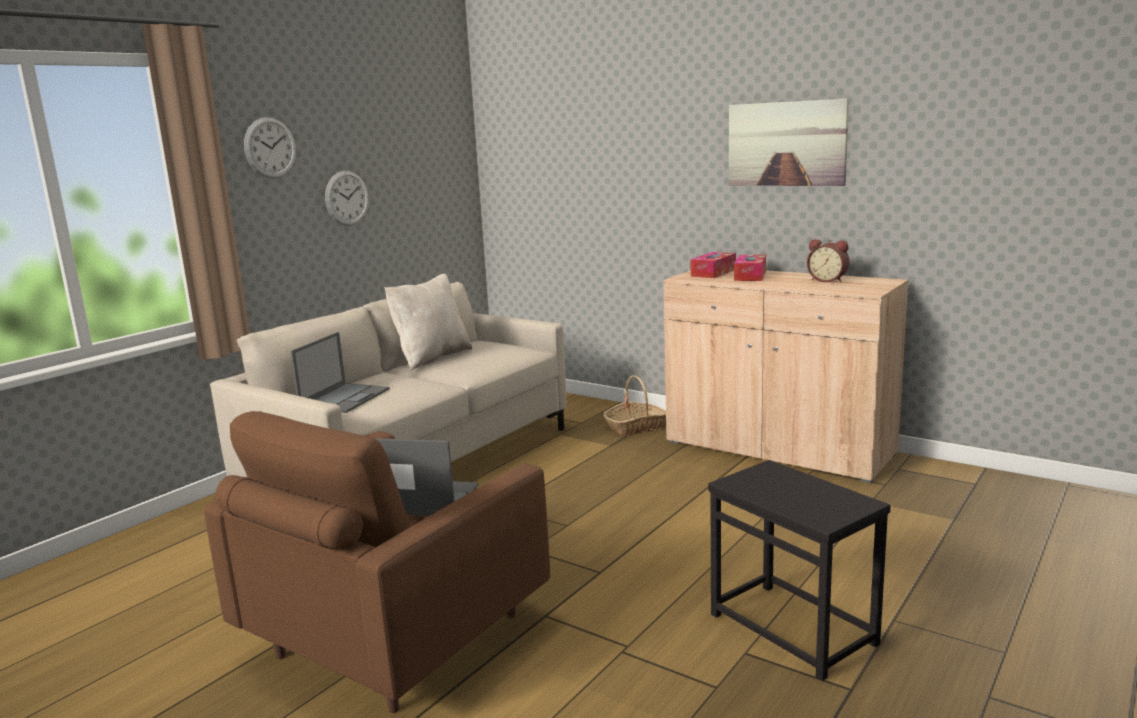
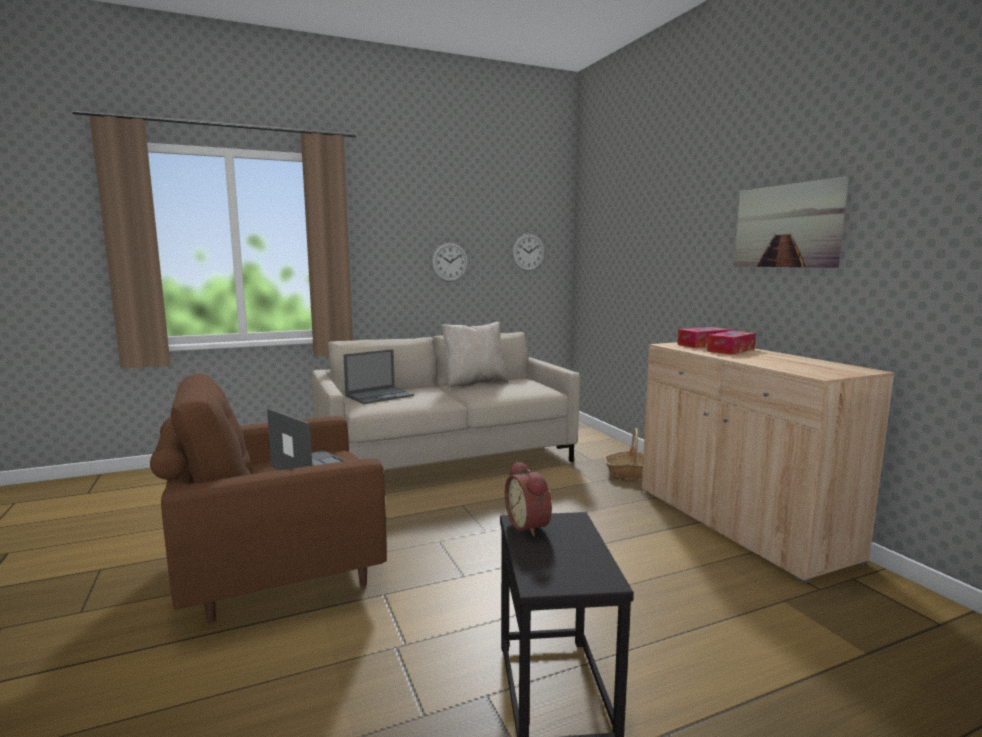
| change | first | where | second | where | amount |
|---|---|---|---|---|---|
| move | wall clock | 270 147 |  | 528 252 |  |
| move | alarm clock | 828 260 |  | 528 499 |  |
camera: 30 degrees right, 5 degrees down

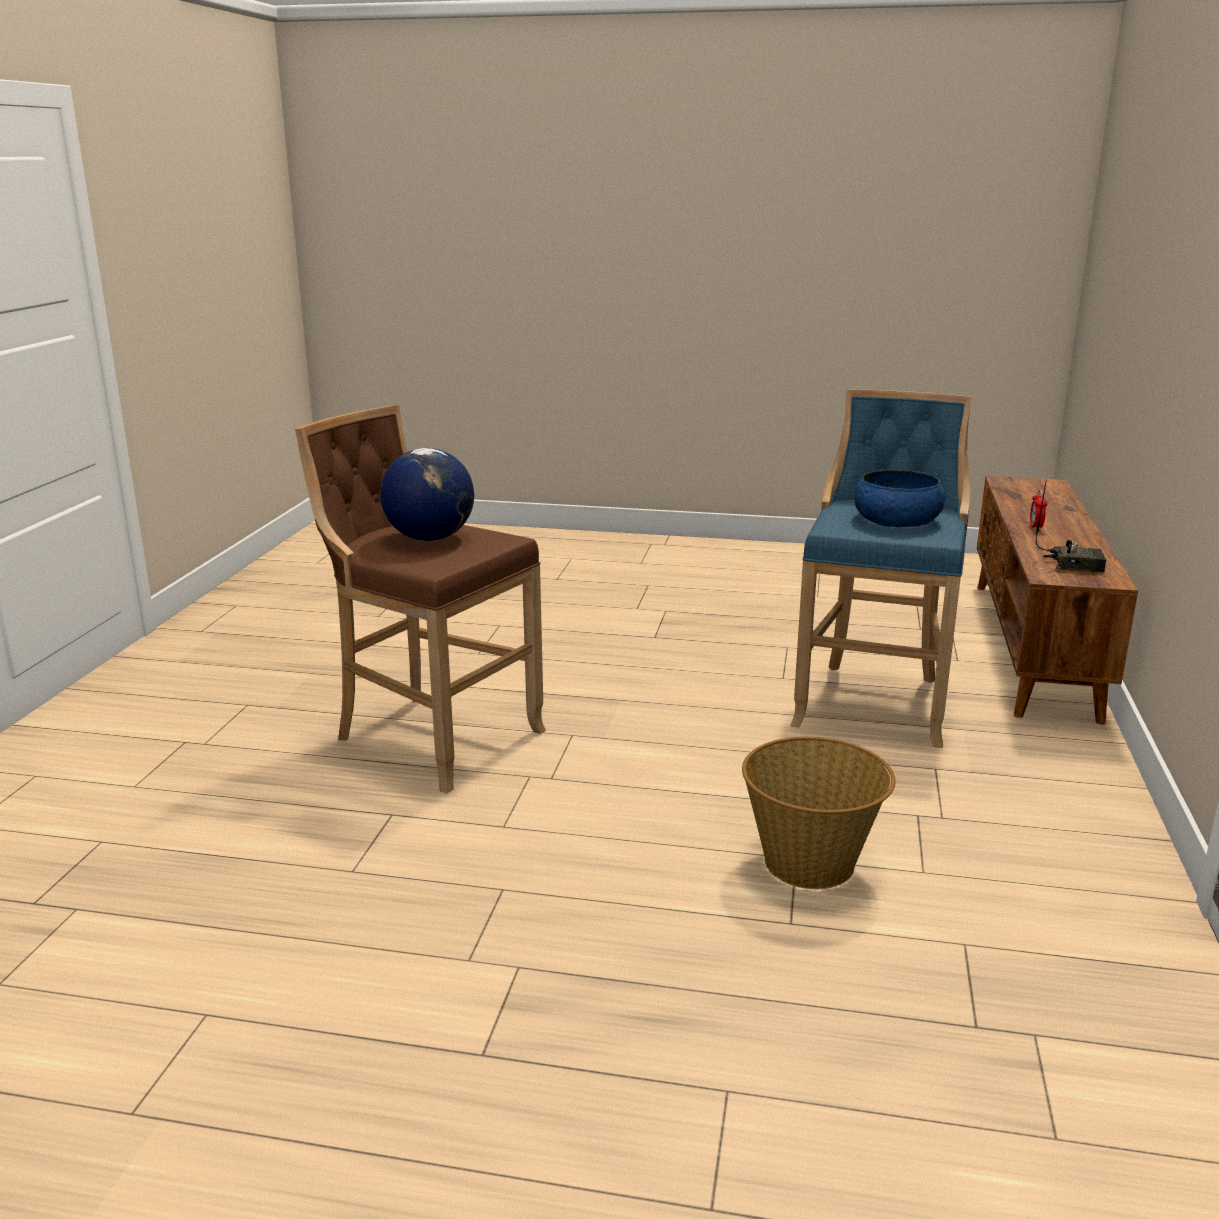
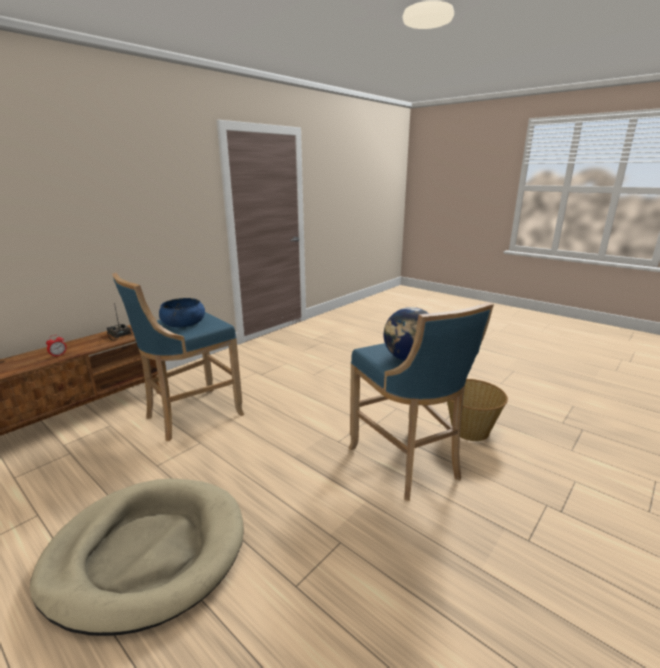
| change | first | where | second | where | amount |
|---|---|---|---|---|---|
| insert |  |  | beige dog bed | 137 557 |  |
| move | basket | 819 813 |  | 477 410 |  |
| recolor | brown stool | 420 599 | blue stool | 421 401 |  |
camera: 150 degrees left, 0 degrees up

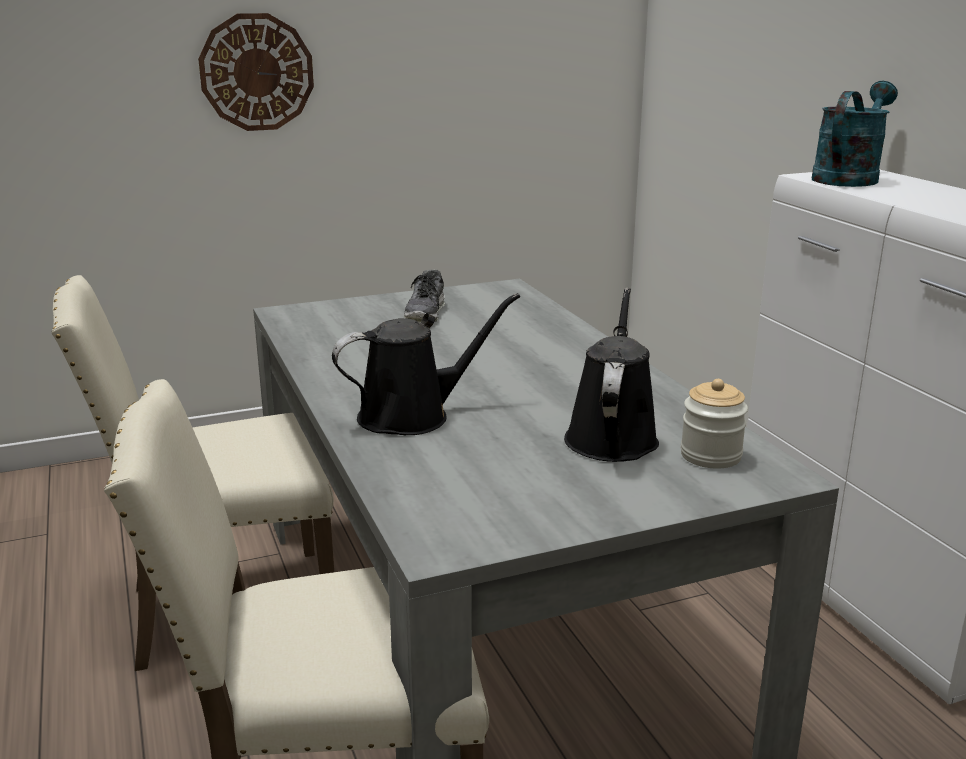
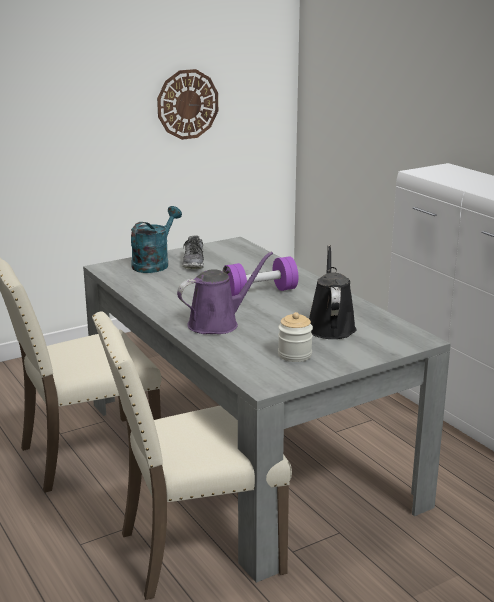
| change | first | where | second | where | amount |
|---|---|---|---|---|---|
| insert |  |  | purple dumbbell | 261 276 |  |
| move | wall clock | 256 72 |  | 187 104 |  |
| move | jar | 714 424 |  | 295 337 |  |
| move | turquoise watering can | 855 134 |  | 156 239 |  |
| recolor | black watering can | 426 364 | purple watering can | 225 293 |  |
camera: 10 degrees left, 0 degrees up

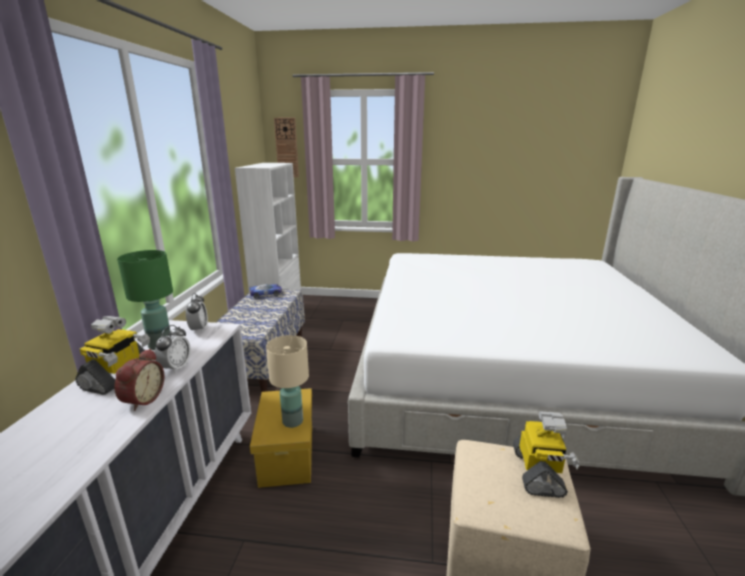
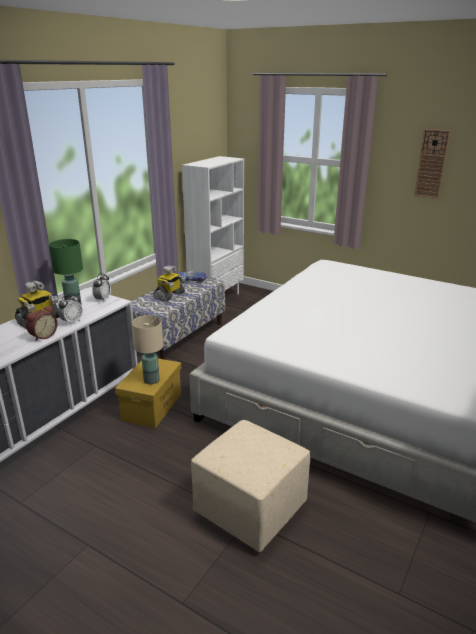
| change | first | where | second | where | amount |
|---|---|---|---|---|---|
| move | wall clock | 286 147 |  | 432 164 |  |
| move | toy robot | 546 454 |  | 169 283 |  |
camera: 25 degrees right, 5 degrees up

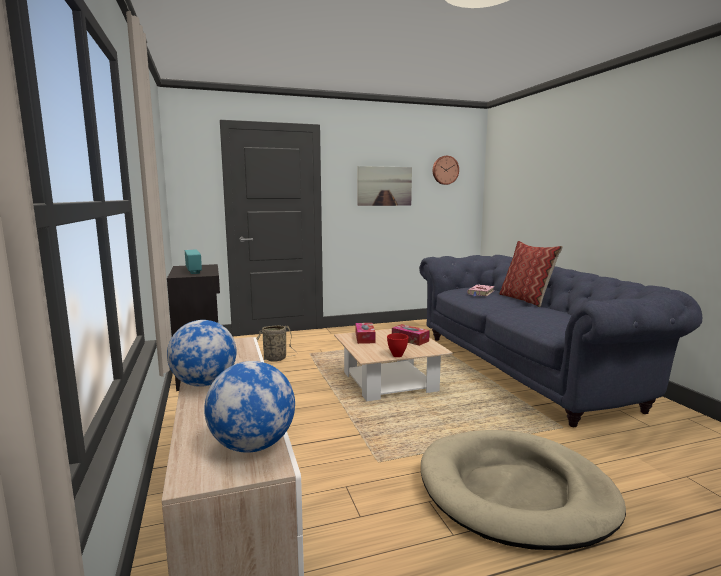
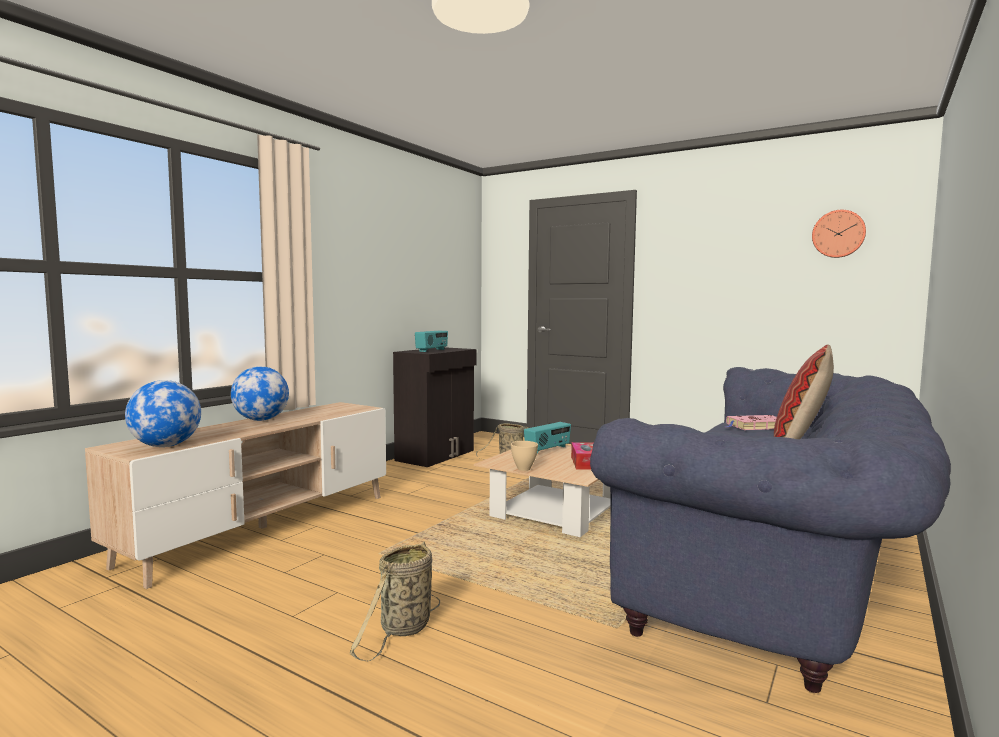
| change | first | where | second | where | amount |
|---|---|---|---|---|---|
| delete | picture | 385 186 |  |  |  |
| replace | tissue box | 366 333 | radio | 547 438 |  |
| replace | beige dog bed | 523 490 | basket | 394 601 |  |
| recolor | red bowl | 398 345 | beige bowl | 524 456 |  |
camera: 50 degrees right, 5 degrees down

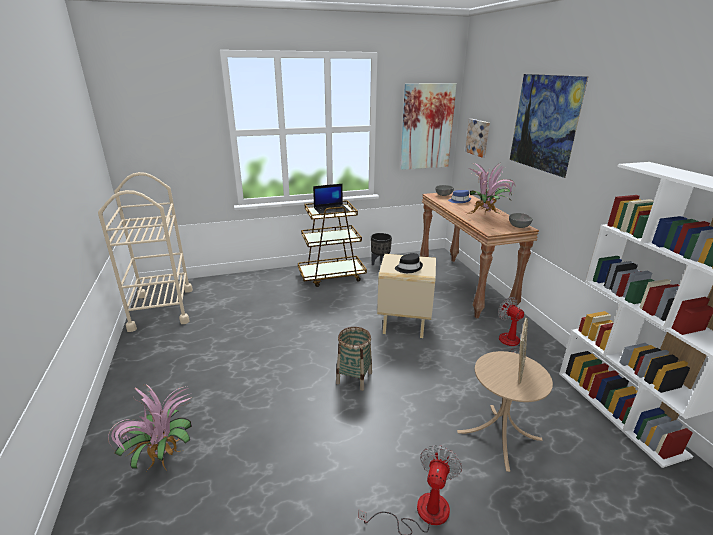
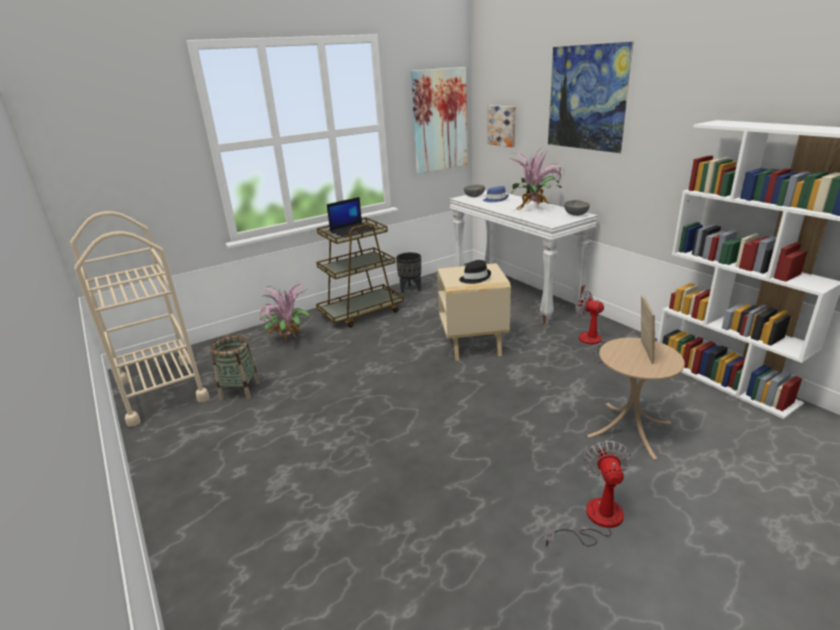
| change | first | where | second | where | amount |
|---|---|---|---|---|---|
| move | potted plant | 150 427 |  | 285 312 |  |
| move | basket | 354 359 |  | 235 367 |  |
| recolor | brown console table | 479 254 | white console table | 523 257 |  |
camera: 15 degrees left, 0 degrees up

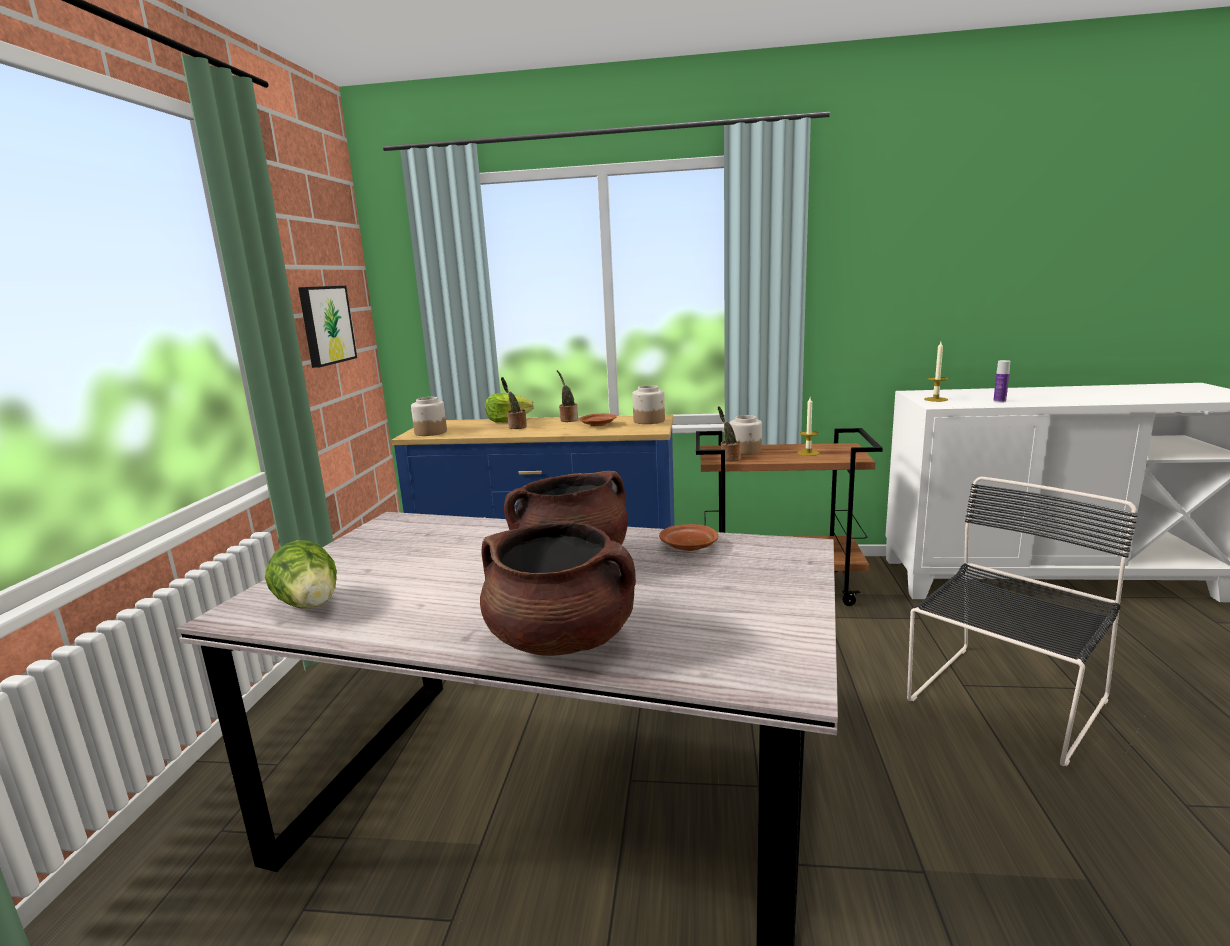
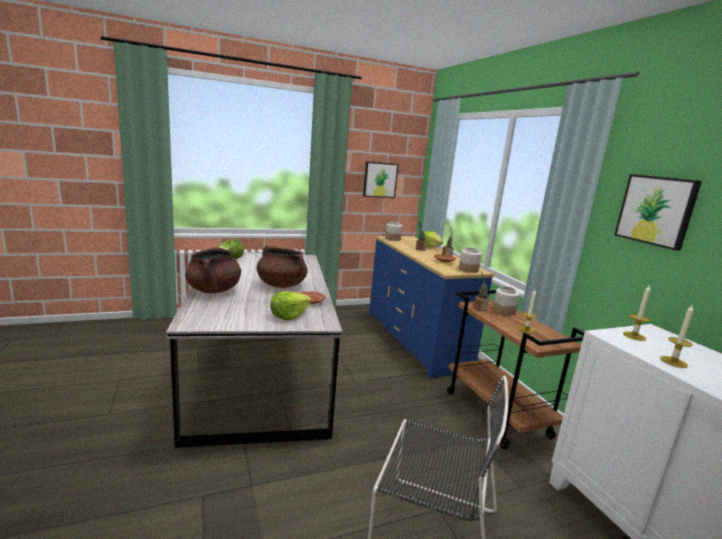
| change | first | where | second | where | amount |
|---|---|---|---|---|---|
| insert |  |  | lettuce | 290 306 |  |
| insert |  |  | picture | 658 212 |  |
| replace | bottle | 1001 381 | candle | 677 336 |  |
camera: 60 degrees right, 0 degrees up

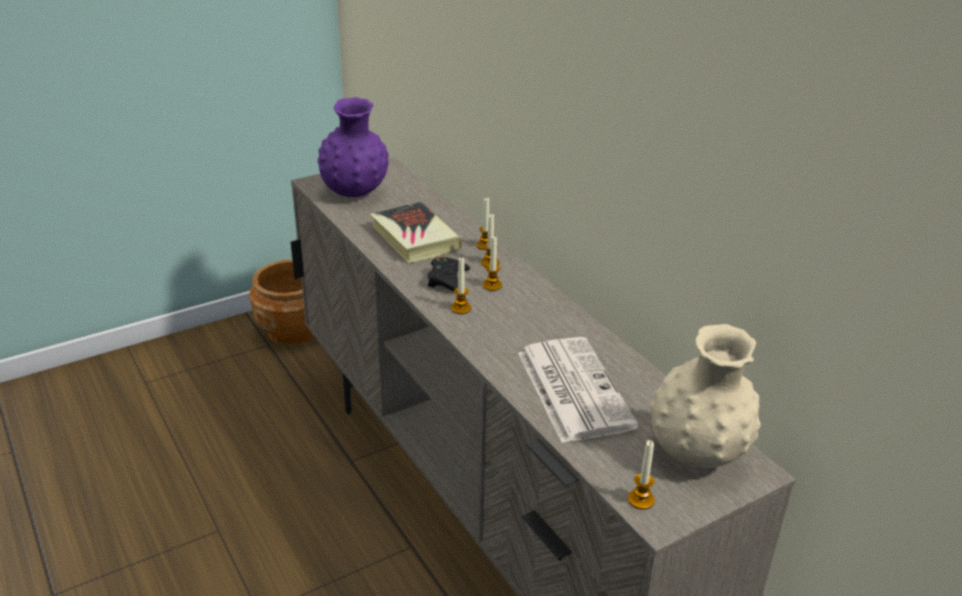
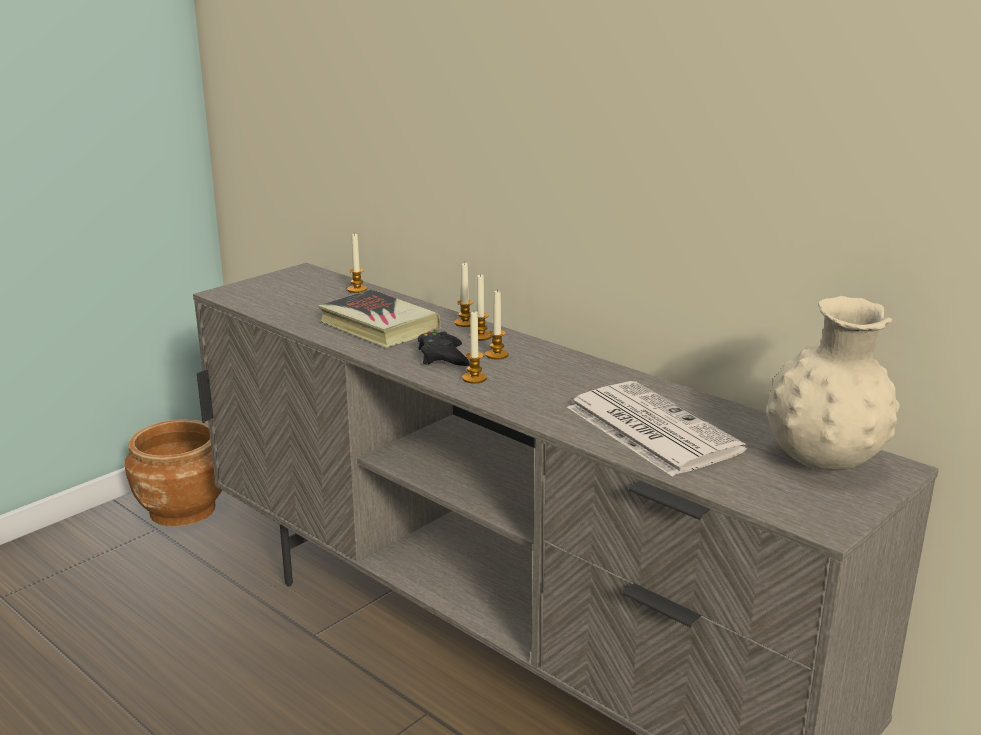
| change | first | where | second | where | amount |
|---|---|---|---|---|---|
| delete | purple vase | 353 147 |  |  |  |
| move | candle | 641 475 |  | 357 263 |  |
camera: 15 degrees left, 10 degrees down

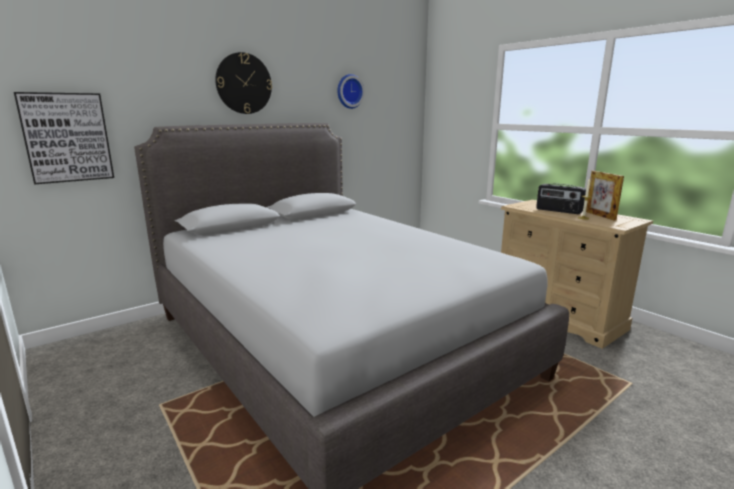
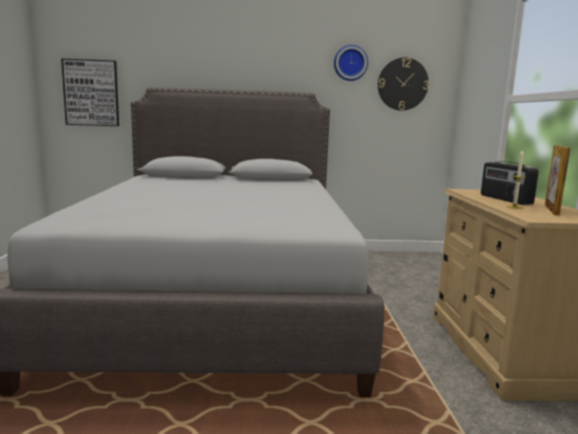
| change | first | where | second | where | amount |
|---|---|---|---|---|---|
| move | wall clock | 243 83 |  | 403 84 |  |
camera: 35 degrees right, 5 degrees down

